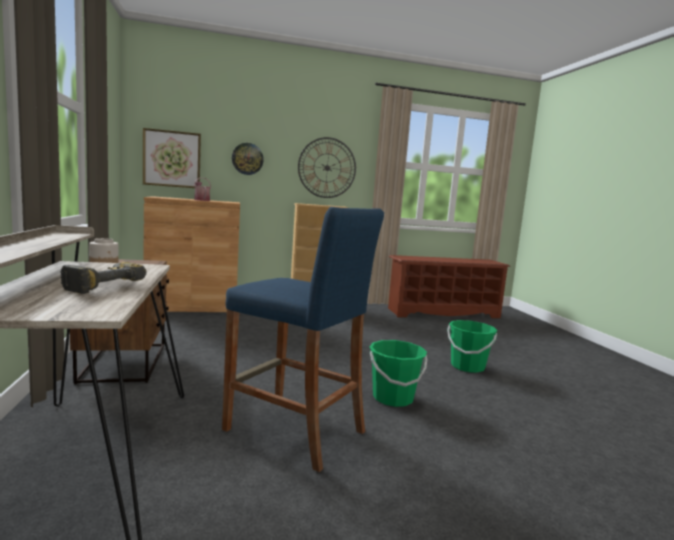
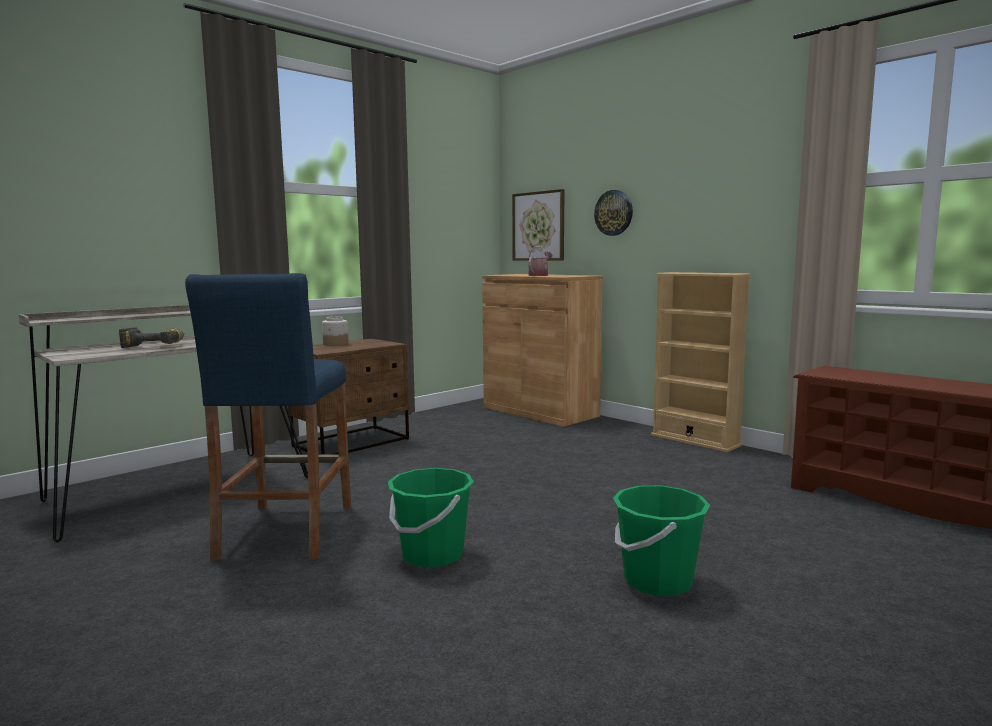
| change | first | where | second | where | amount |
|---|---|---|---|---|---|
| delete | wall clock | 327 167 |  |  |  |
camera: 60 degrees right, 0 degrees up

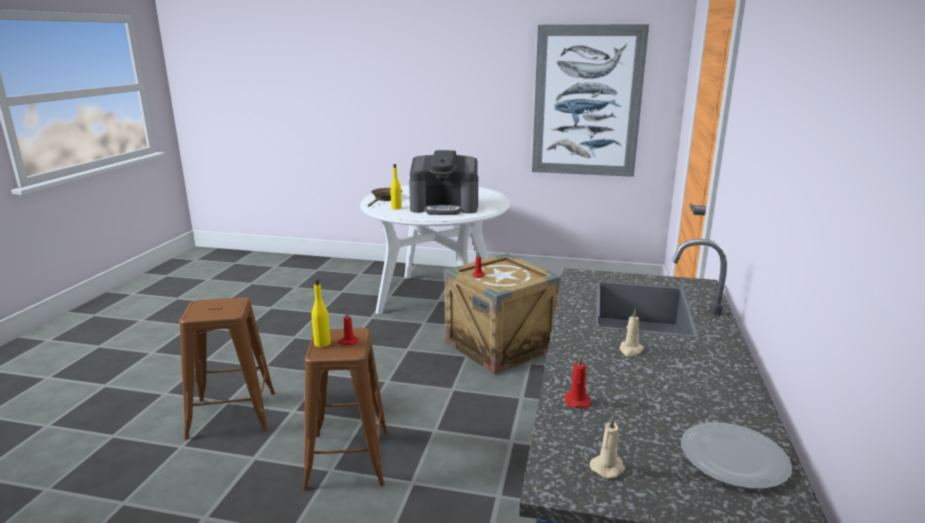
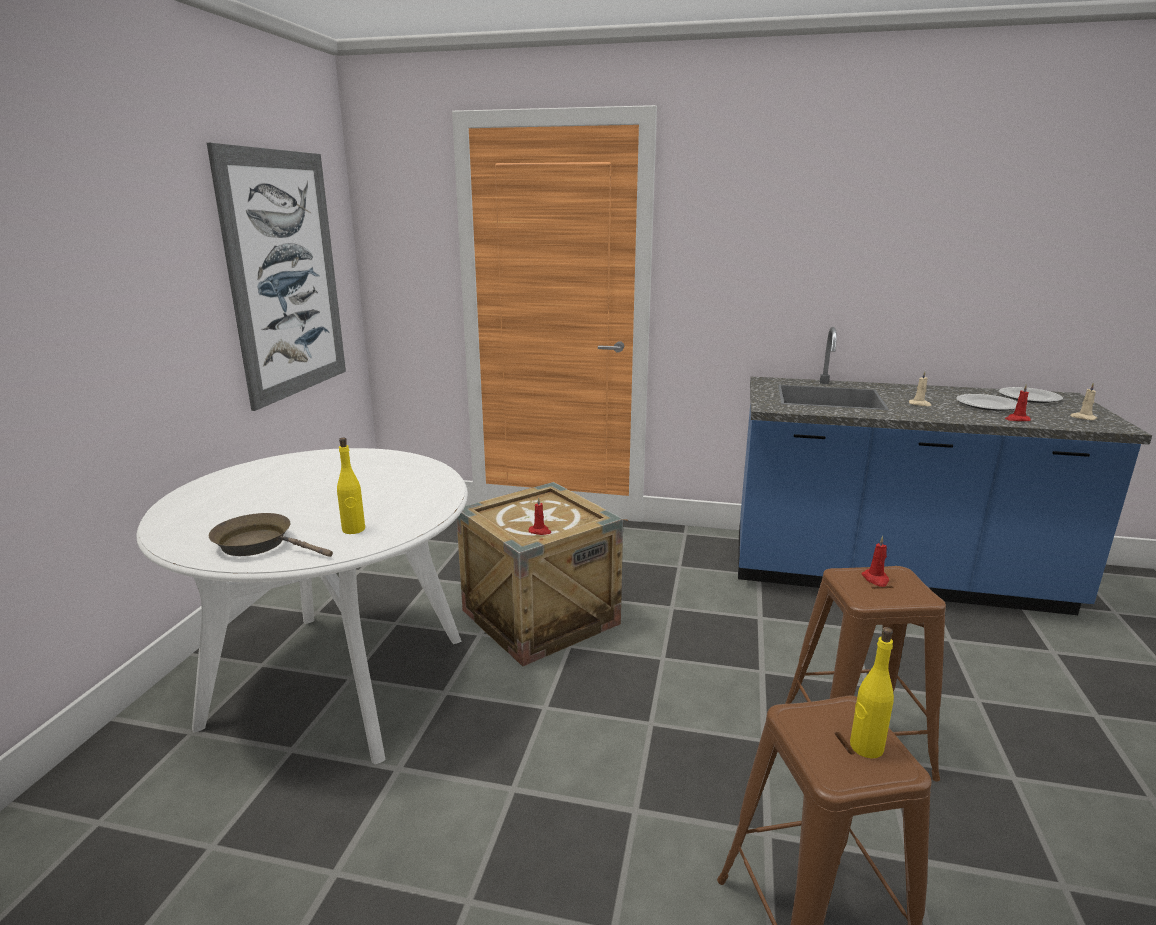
| change | first | where | second | where | amount |
|---|---|---|---|---|---|
| delete | coffee machine | 443 182 |  |  |  |
| insert |  |  | plate | 986 402 |  |
| move | yellow bottle | 321 312 |  | 872 692 |  |
camera: 90 degrees left, 0 degrees up

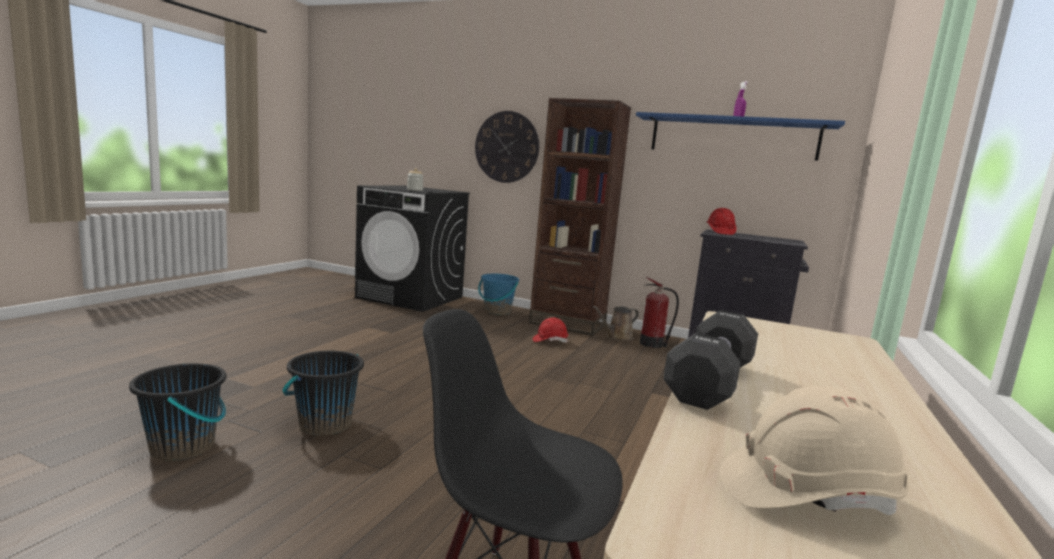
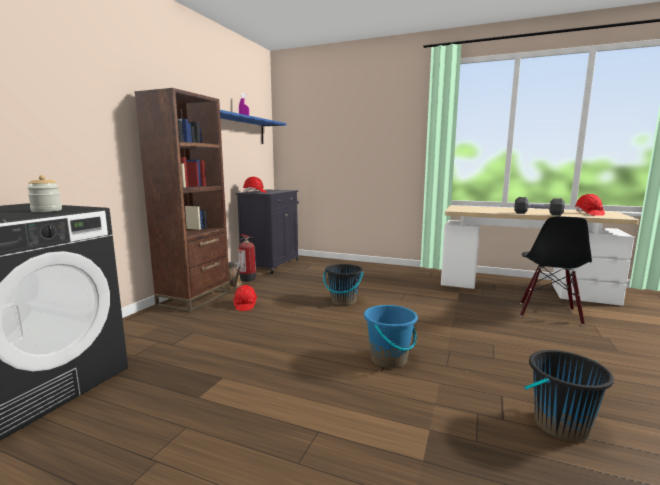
| change | first | where | second | where | amount |
|---|---|---|---|---|---|
| delete | wall clock | 507 147 |  |  |  |
| move | black bucket | 323 393 |  | 343 285 |  |
| move | blue bucket | 498 294 |  | 391 336 |  |
| recolor | beige hard hat | 815 450 | red hard hat | 589 205 |  |
camera: 90 degrees left, 0 degrees up

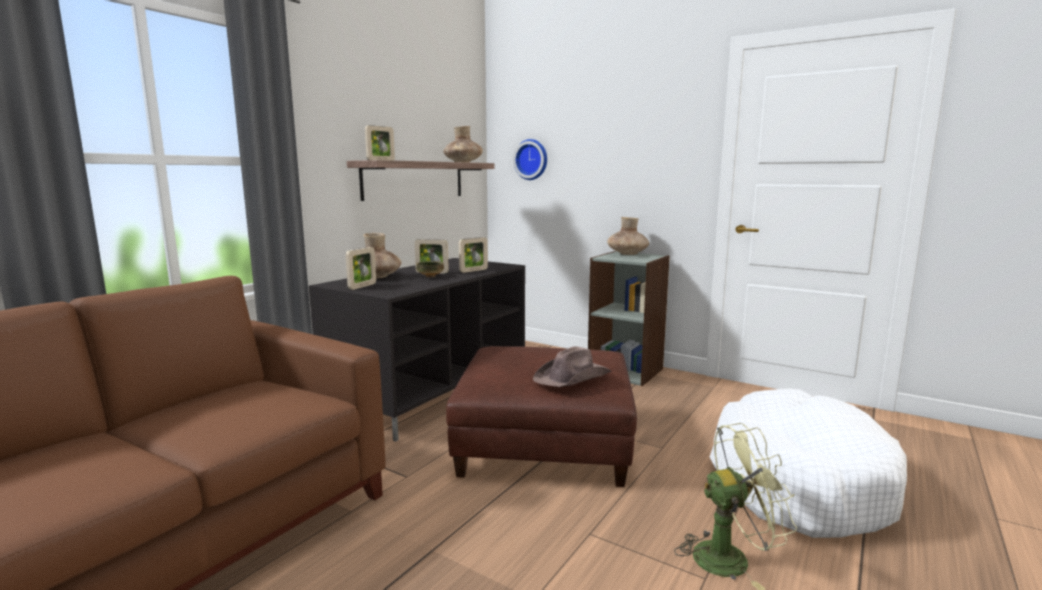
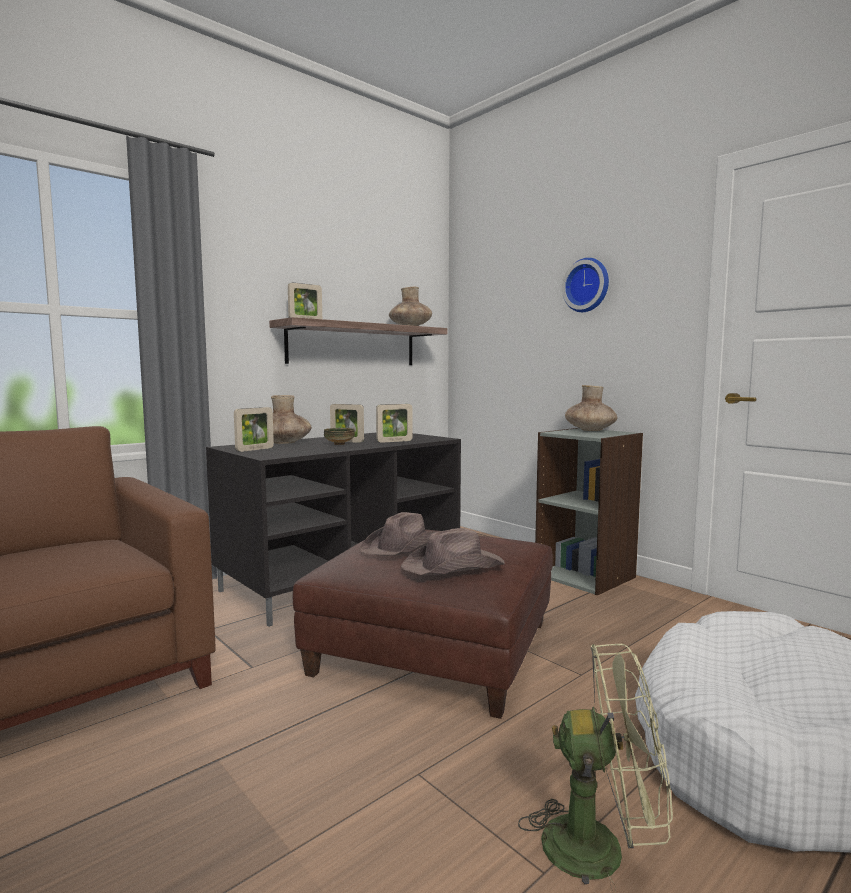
| change | first | where | second | where | amount |
|---|---|---|---|---|---|
| insert |  |  | brown hat | 397 534 |  |
| move | wall clock | 530 159 |  | 585 285 |  |
camera: 15 degrees right, 5 degrees down

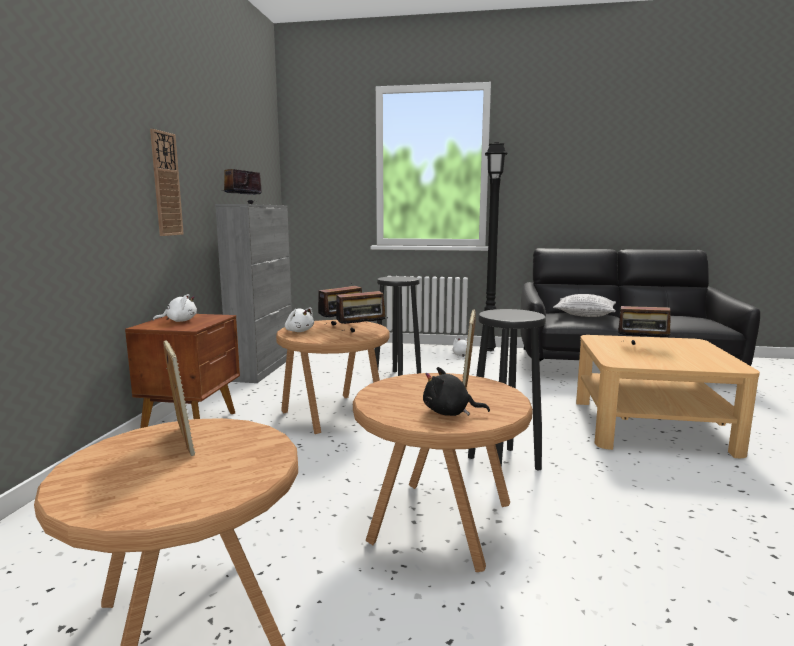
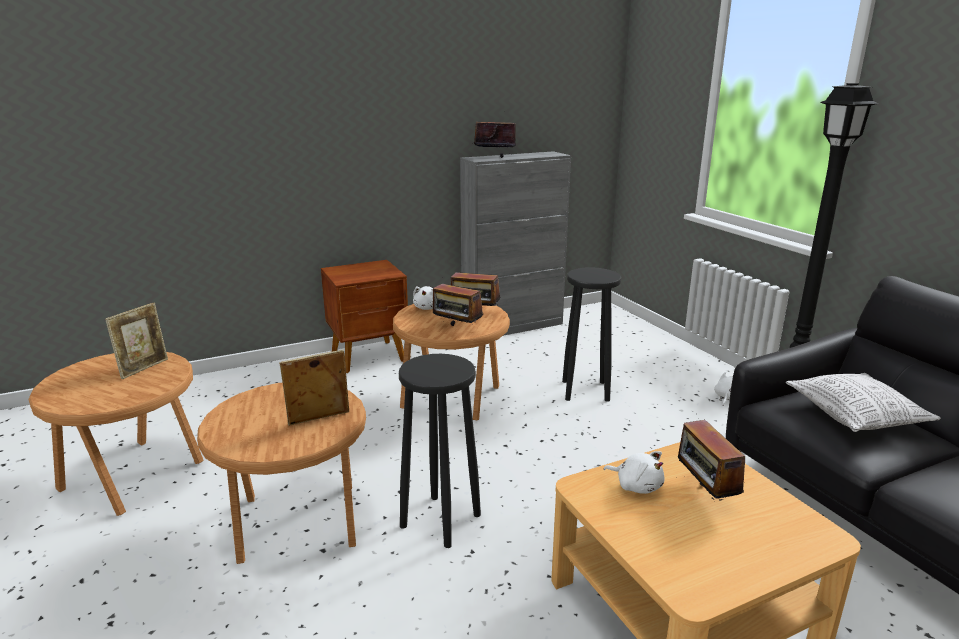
| change | first | where | second | where | amount |
|---|---|---|---|---|---|
| delete | wall clock | 167 182 |  |  |  |
| delete | black plush toy | 456 391 |  |  |  |
| move | white plush toy | 175 308 |  | 634 472 |  |
camera: 55 degrees right, 10 degrees up

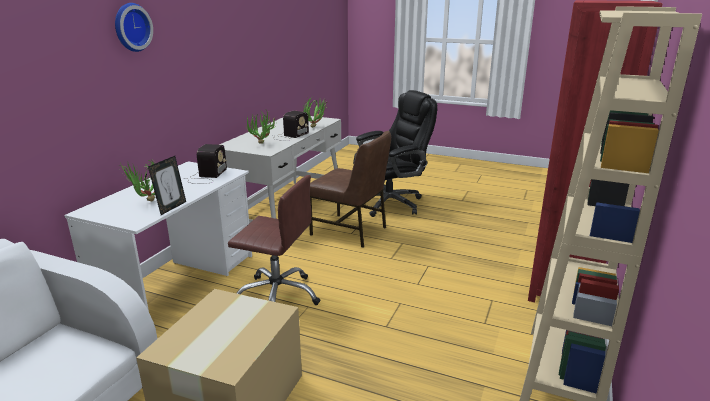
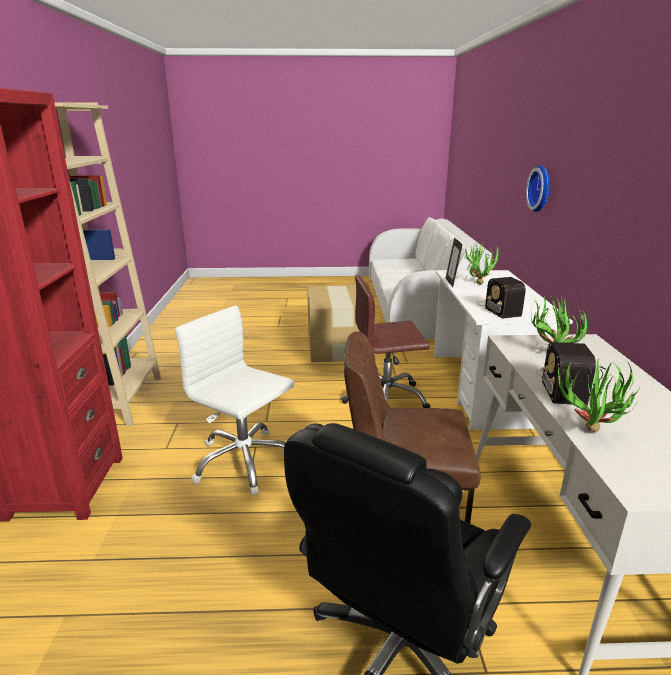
| change | first | where | second | where | amount |
|---|---|---|---|---|---|
| insert |  |  | white office chair | 234 400 |  |
| move | wall clock | 134 27 |  | 538 188 |  |
camera: 155 degrees right, 0 degrees up

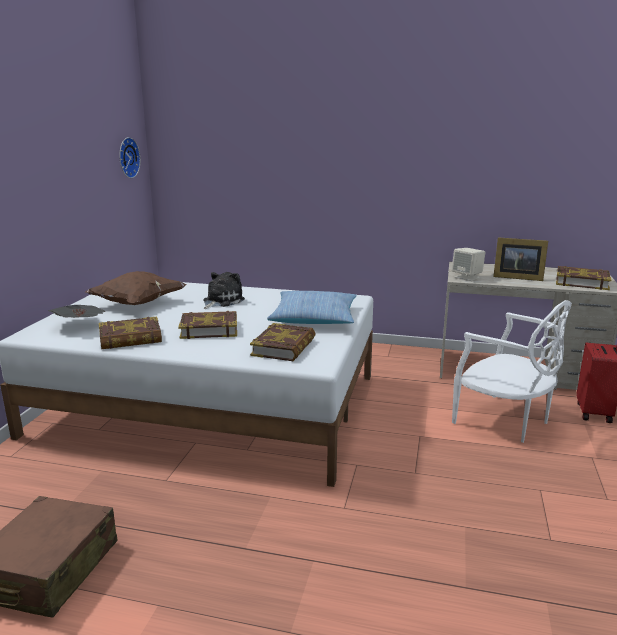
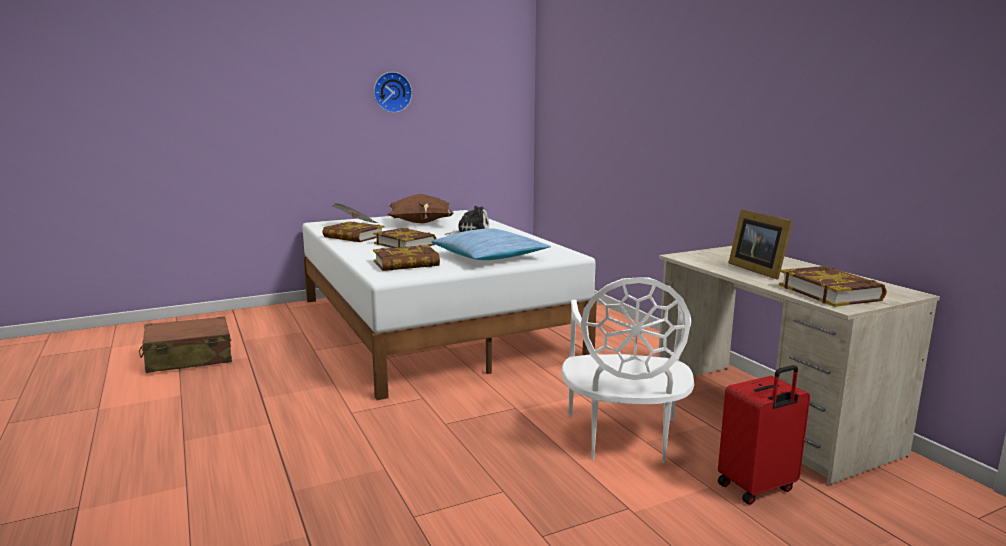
| change | first | where | second | where | amount |
|---|---|---|---|---|---|
| delete | beige speaker | 468 264 |  |  |  |
| move | wall clock | 130 157 |  | 393 92 |  |
camera: 50 degrees right, 5 degrees down

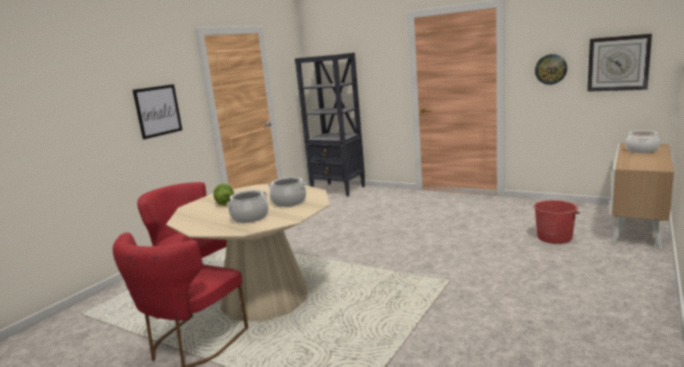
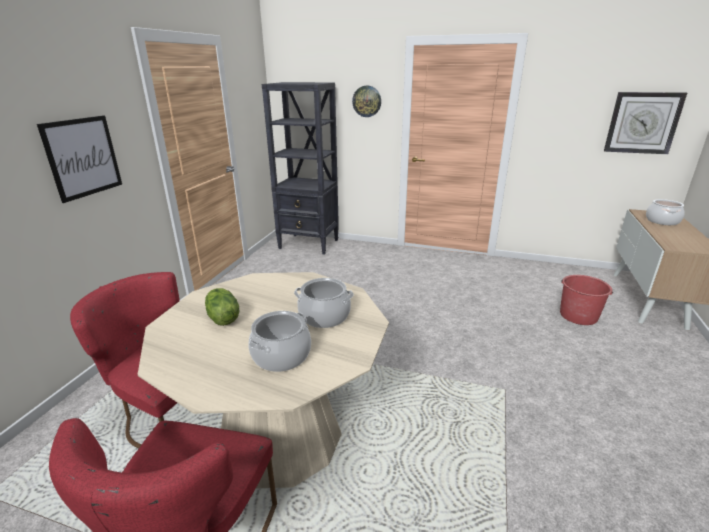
| change | first | where | second | where | amount |
|---|---|---|---|---|---|
| move | wall clock | 551 69 |  | 366 101 |  |
camera: 15 degrees left, 10 degrees up

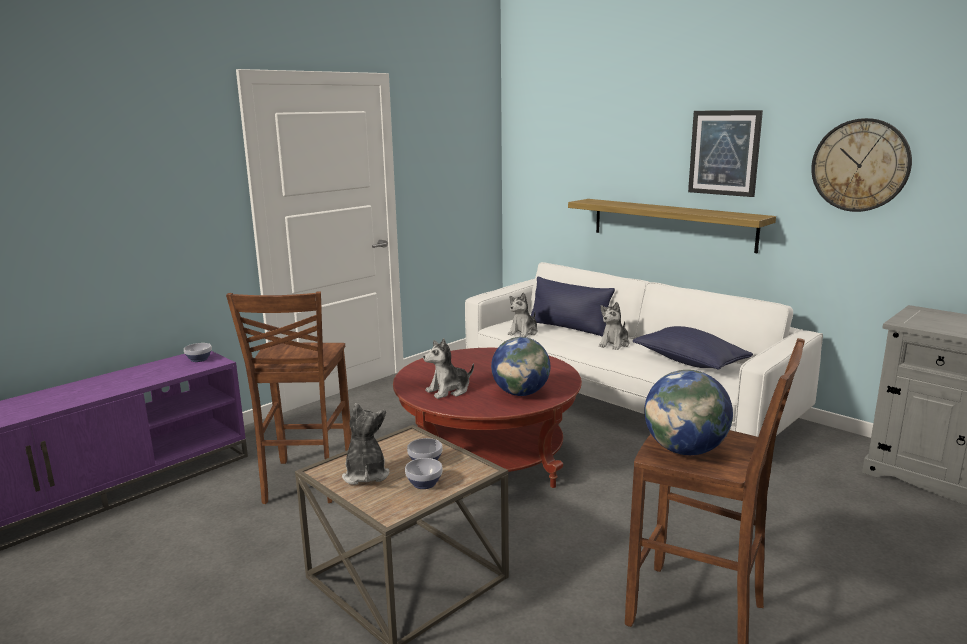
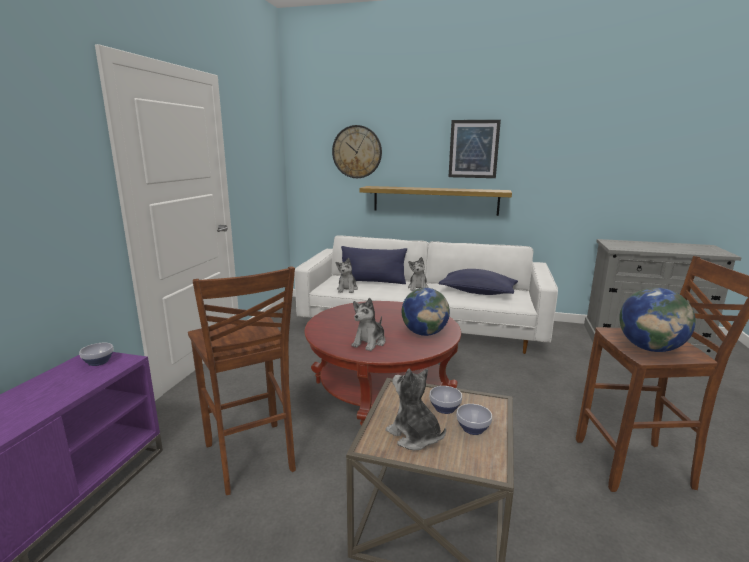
| change | first | where | second | where | amount |
|---|---|---|---|---|---|
| move | wall clock | 861 165 |  | 357 151 |  |
camera: 30 degrees left, 0 degrees up

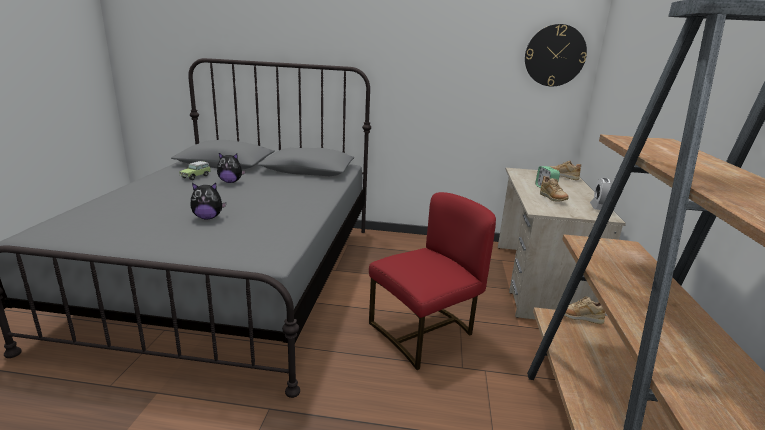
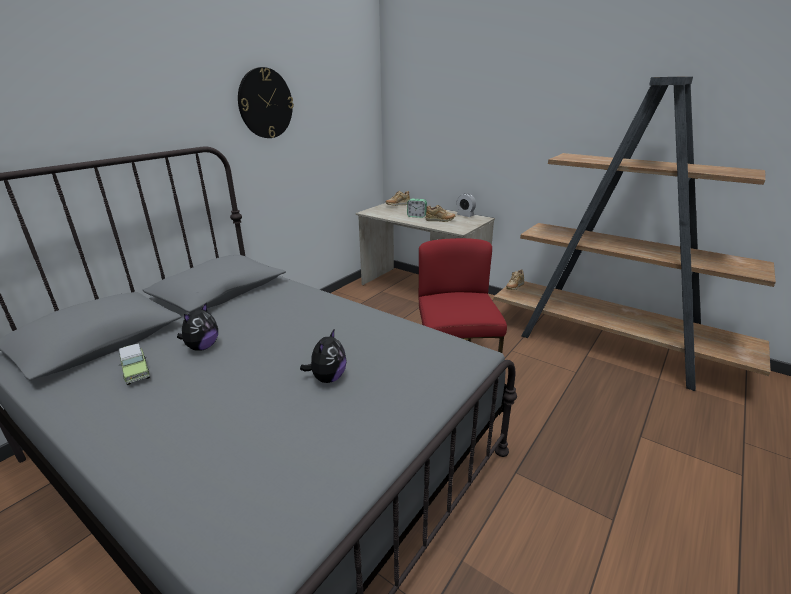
| change | first | where | second | where | amount |
|---|---|---|---|---|---|
| move | wall clock | 556 55 |  | 266 102 |  |
camera: 60 degrees left, 5 degrees up

